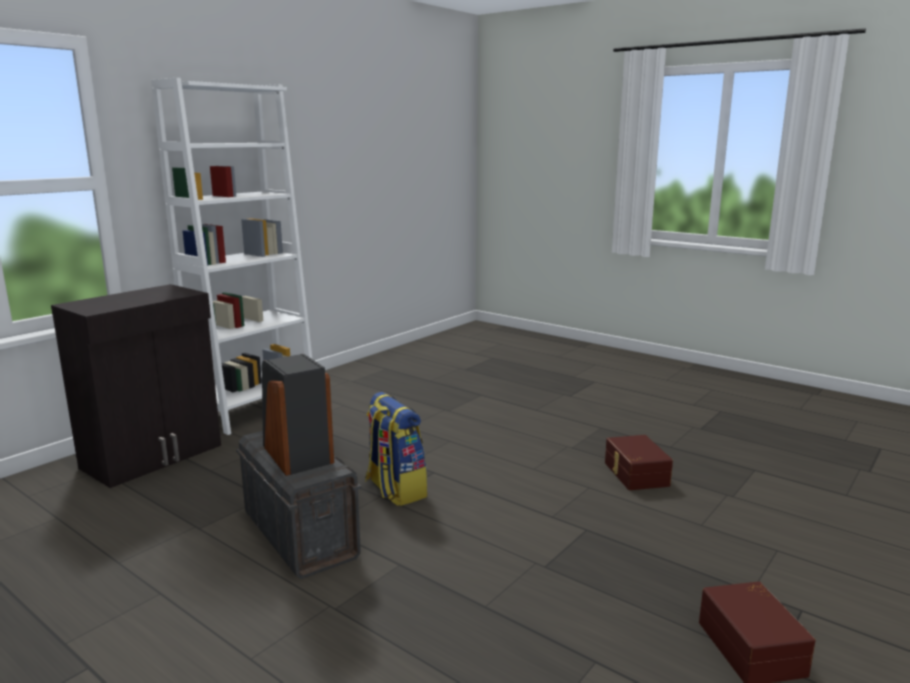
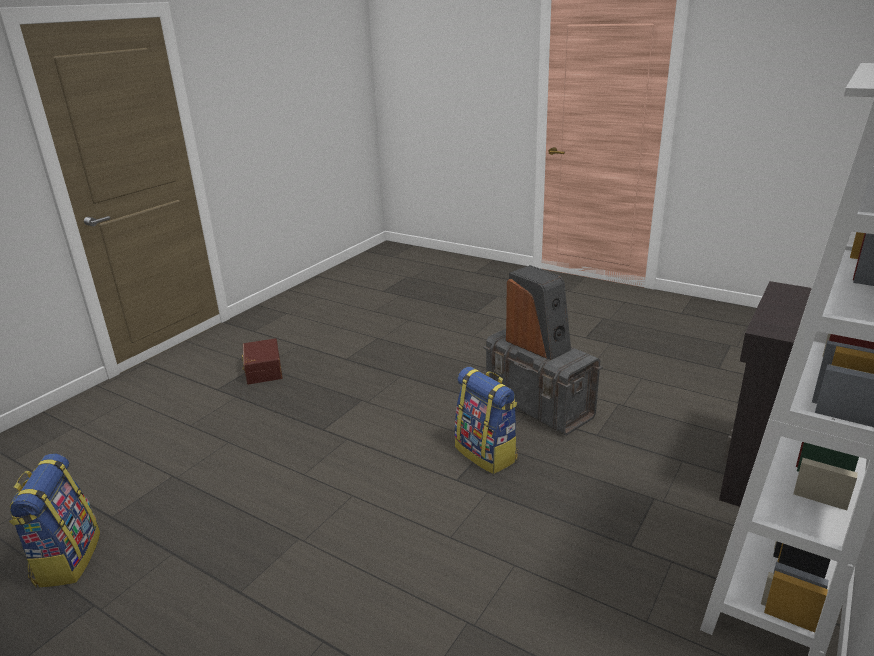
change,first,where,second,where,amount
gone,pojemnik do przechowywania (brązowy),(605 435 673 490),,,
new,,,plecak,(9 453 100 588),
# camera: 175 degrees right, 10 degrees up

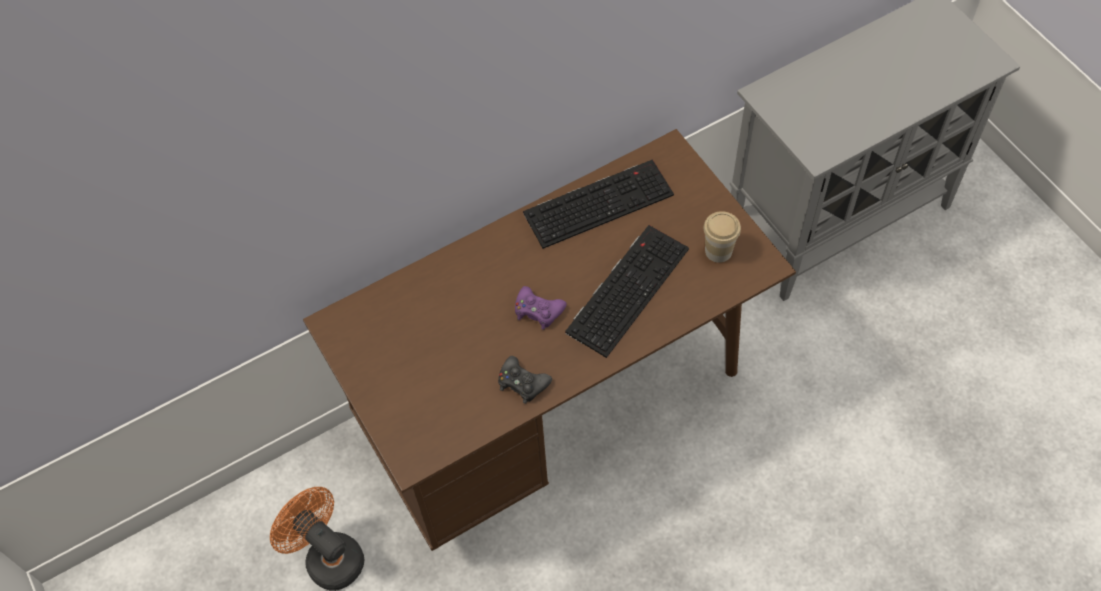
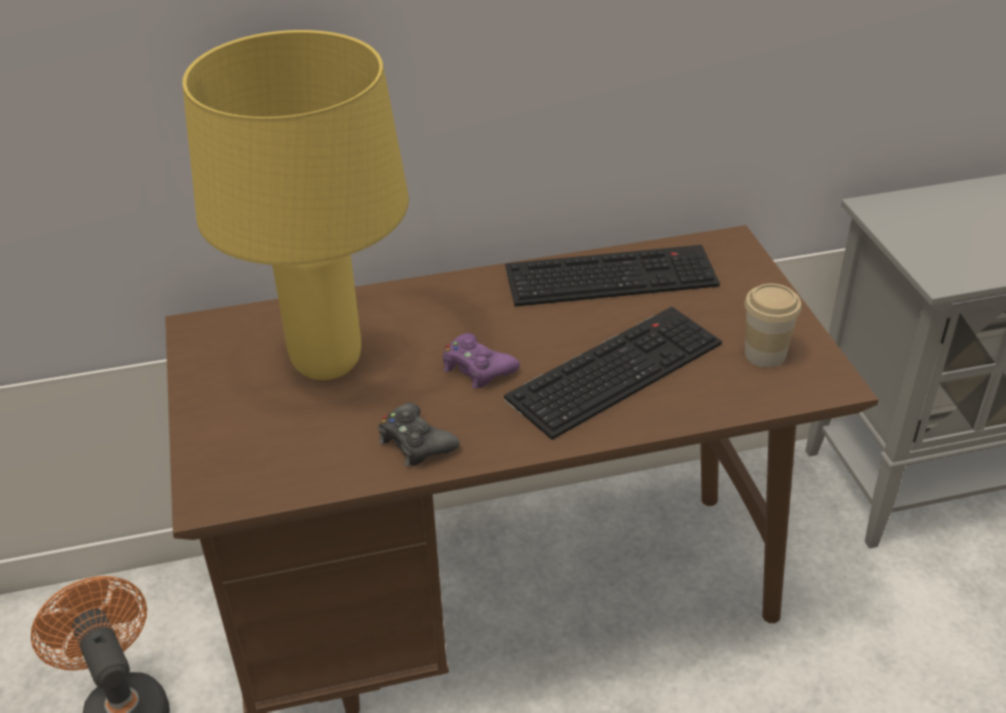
change,first,where,second,where,amount
new,,,lampa stołowa (żółty),(182 30 409 380),
# camera: 15 degrees right, 20 degrees down

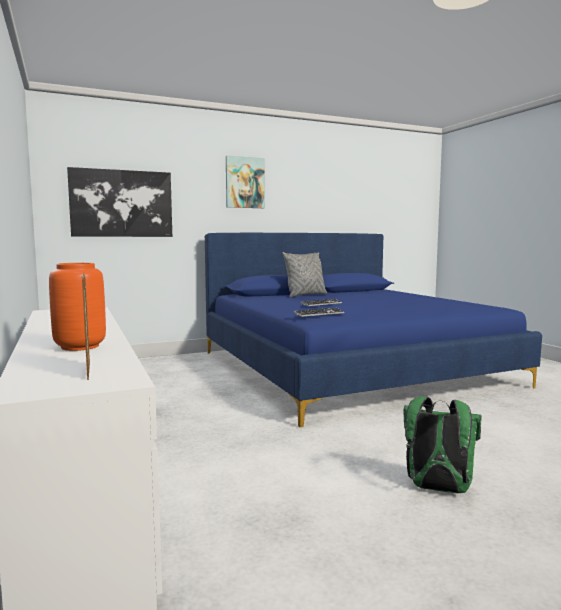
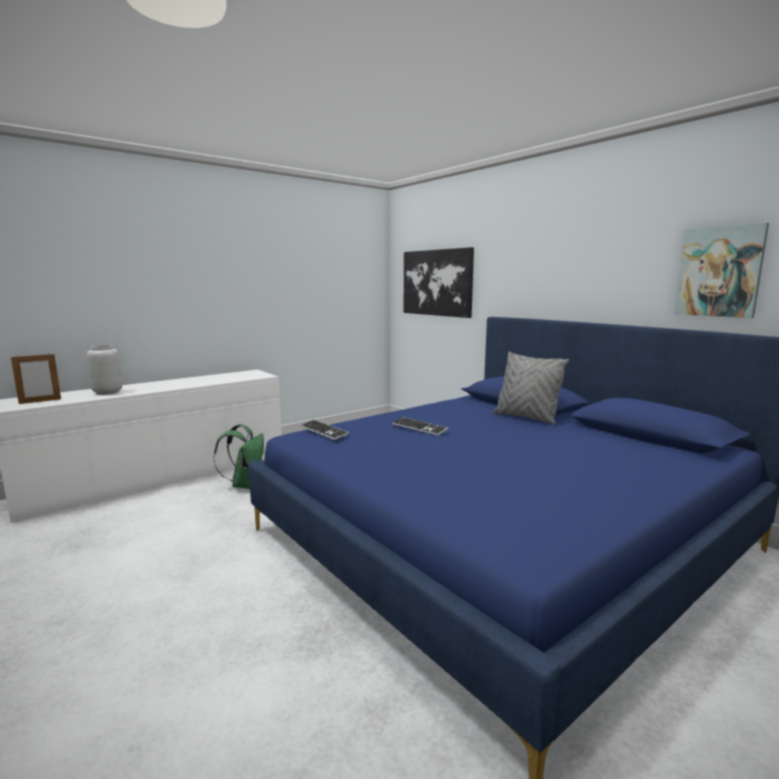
change,first,where,second,where,amount
shifted,obraz,(226 156 265 208),,(674 223 769 318),
shifted,plecak (zielony),(404 396 482 493),,(214 424 264 489),
repainted,wazon (pomarańczowy),(49 263 106 351),wazon (szary),(87 345 123 395),
# camera: 75 degrees right, 5 degrees up

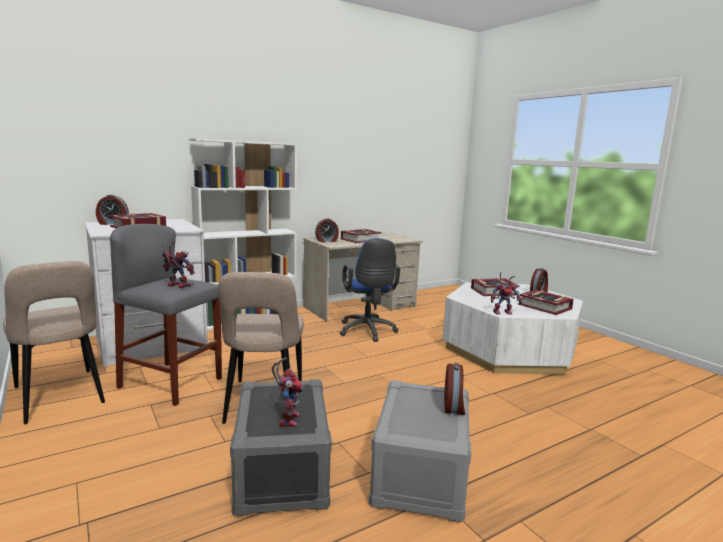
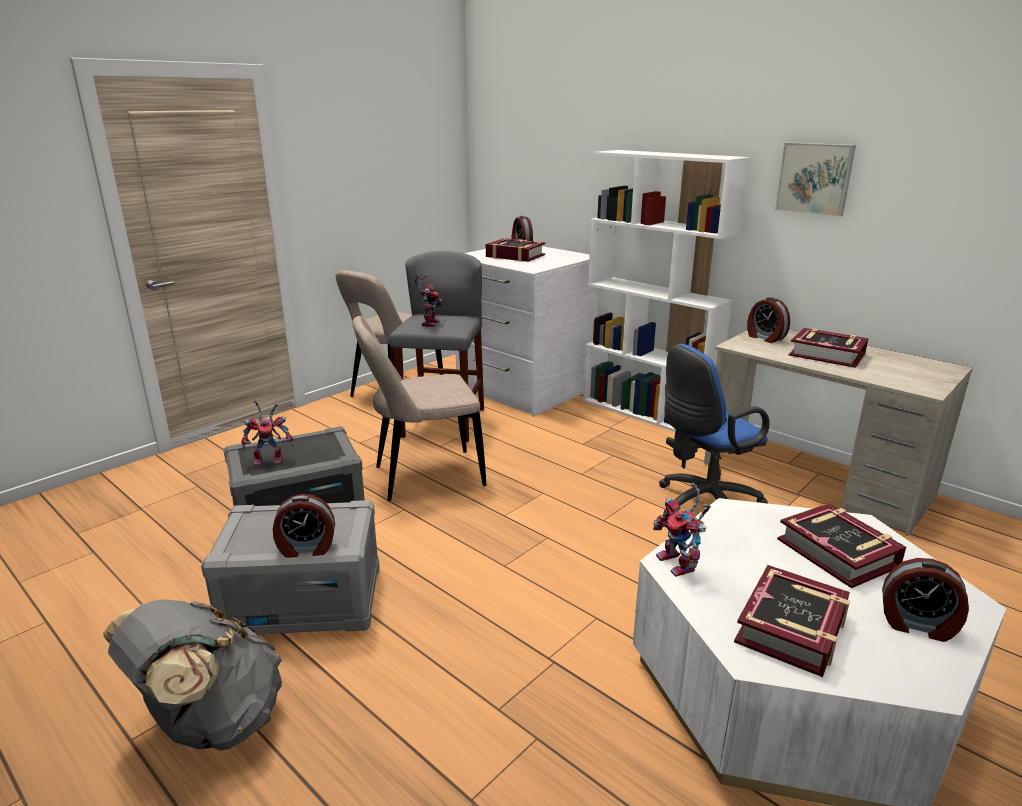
change,first,where,second,where,amount
new,,,plecak (szary),(104 599 282 751),
new,,,obraz,(775 142 856 217),
# camera: 75 degrees right, 10 degrees up

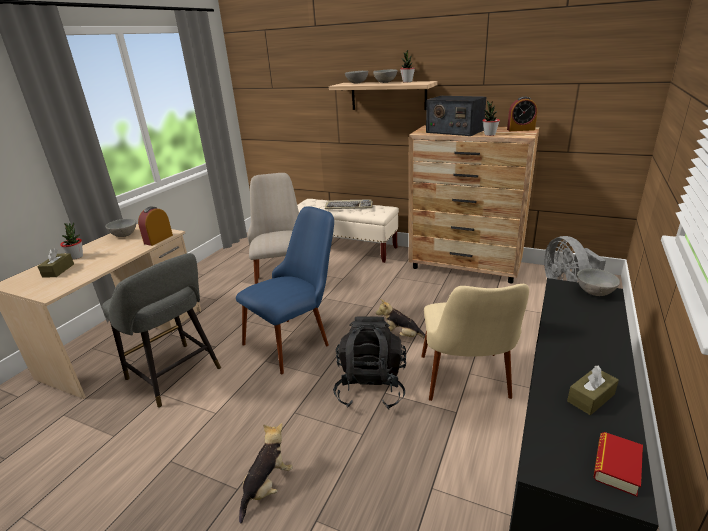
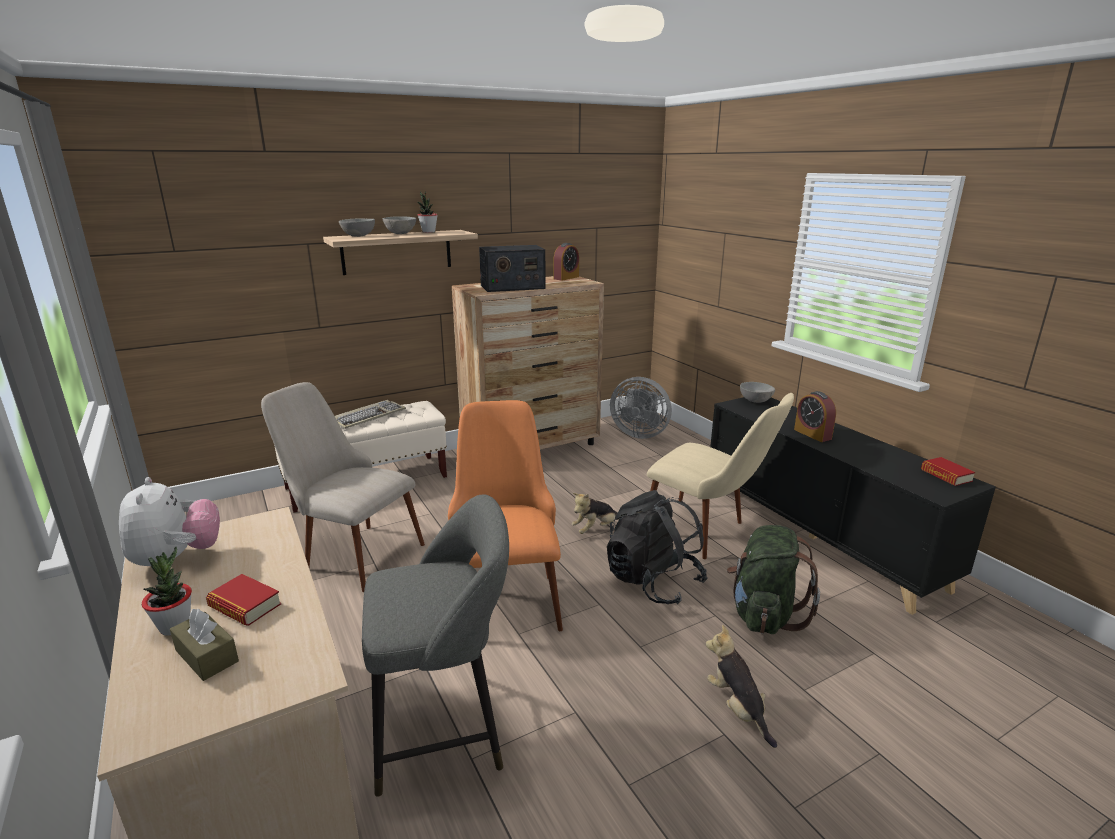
change,first,where,second,where,amount
gone,roślina doniczkowa,(482 100 500 136),,,
gone,pudełko chusteczek (brązowy),(567 366 619 415),,,
new,,,książka,(206 574 281 626),
new,,,plecak (zielony),(727 525 820 634),
shifted,budzik,(138 207 173 246),,(794 391 836 442),
swapped,miska (szary),(106 219 136 237),pluszak,(119 477 220 566),
repainted,krzesło (niebieski),(236 206 334 374),krzesło (pomarańczowy),(448 400 563 631),
# camera: 55 degrees left, 5 degrees down

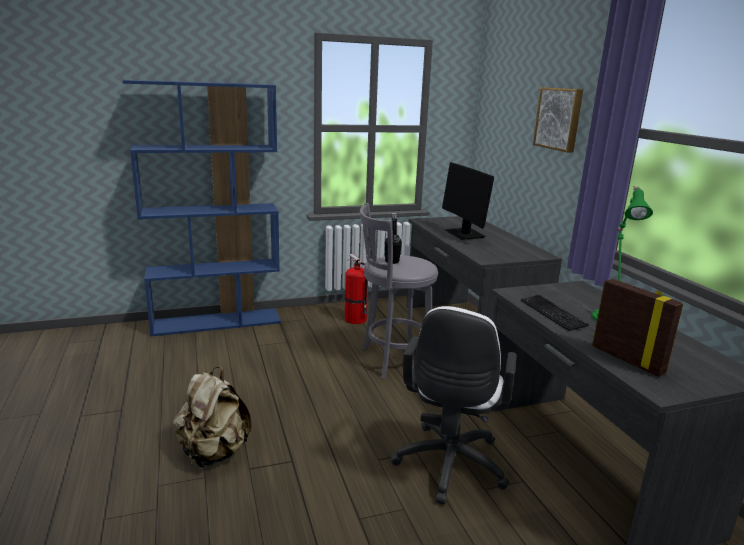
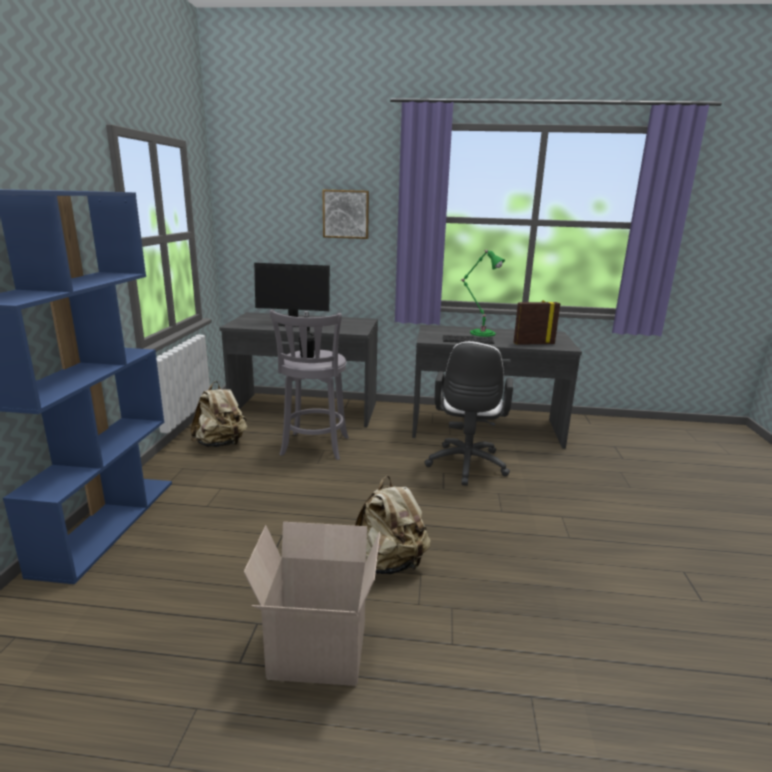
change,first,where,second,where,amount
new,,,karton,(244 522 380 686),
swapped,gaśnica,(345 254 368 324),plecak (beżowy),(190 381 247 447),
rotated,krzesło biurowe (biały),(391 306 517 505),,(425 341 513 486),60 degrees clockwise
# camera: 65 degrees left, 0 degrees up

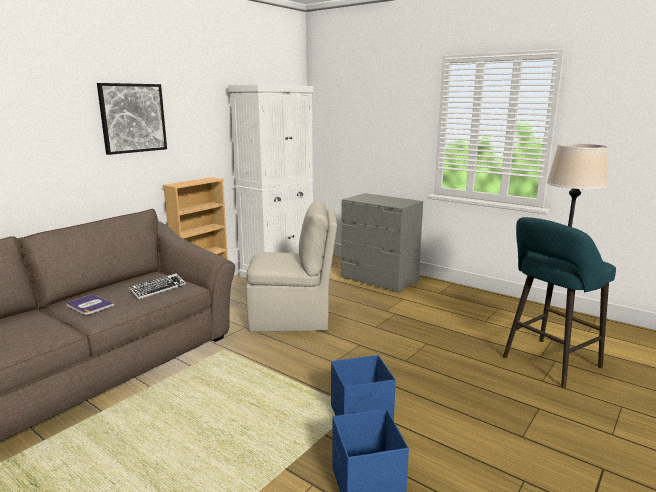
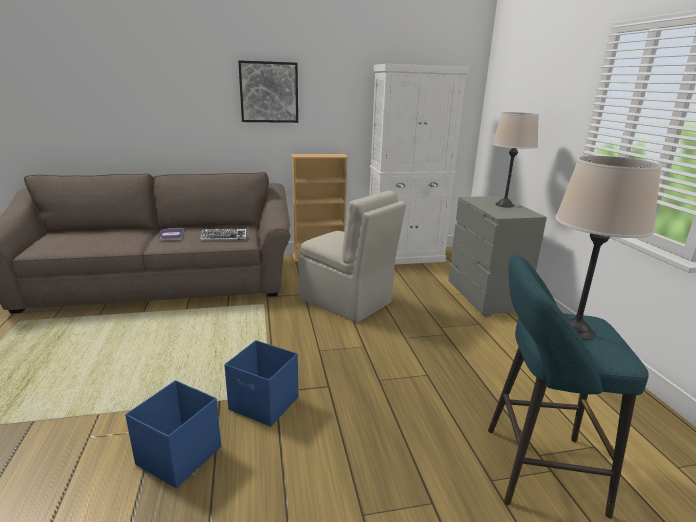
change,first,where,second,where,amount
new,,,lampa stołowa (beżowy),(492 112 539 208),
# camera: 40 degrees right, 5 degrees up

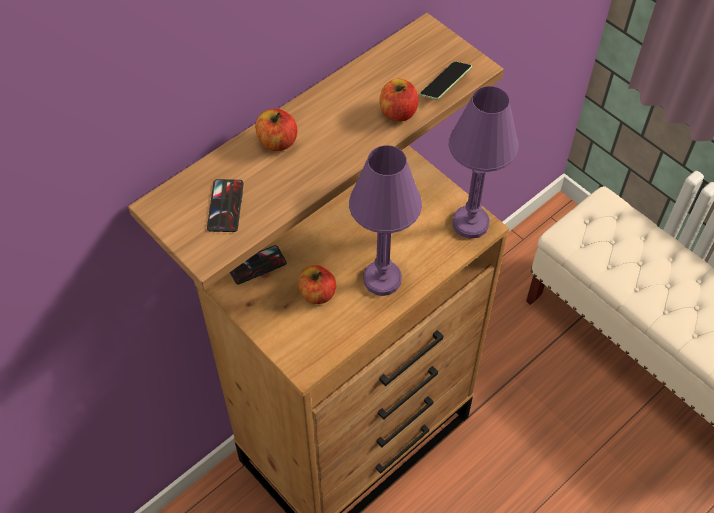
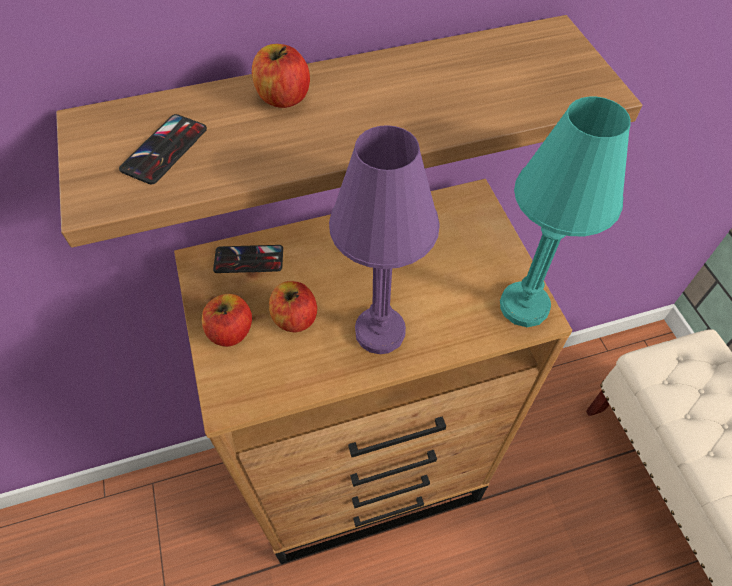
change,first,where,second,where,amount
gone,telefon,(420 61 472 100),,,
shifted,jabłko,(380 79 418 122),,(202 294 252 347),
repainted,lampa stołowa (fioletowy),(449 86 518 239),lampa stołowa (turkusowy),(500 97 631 327),
# camera: 25 degrees right, 0 degrees up

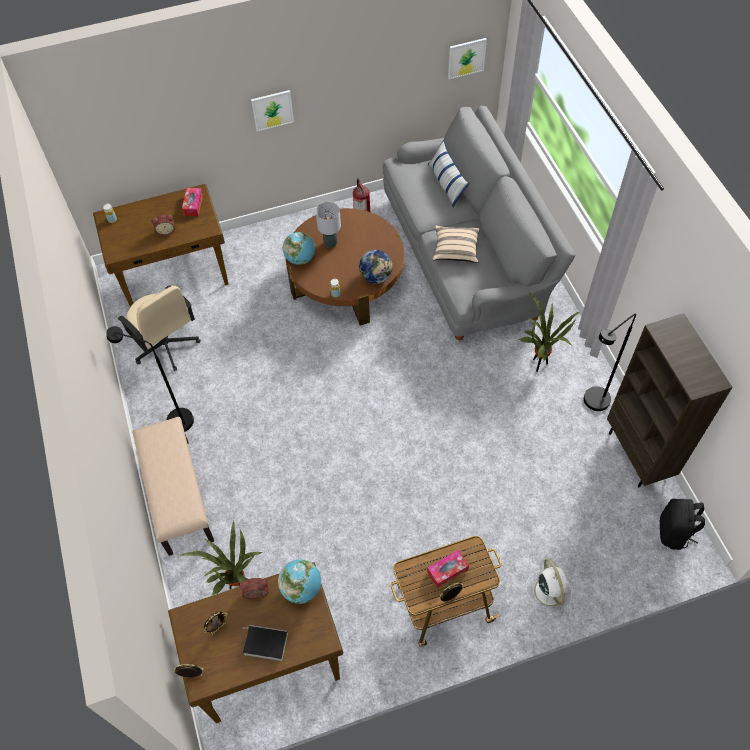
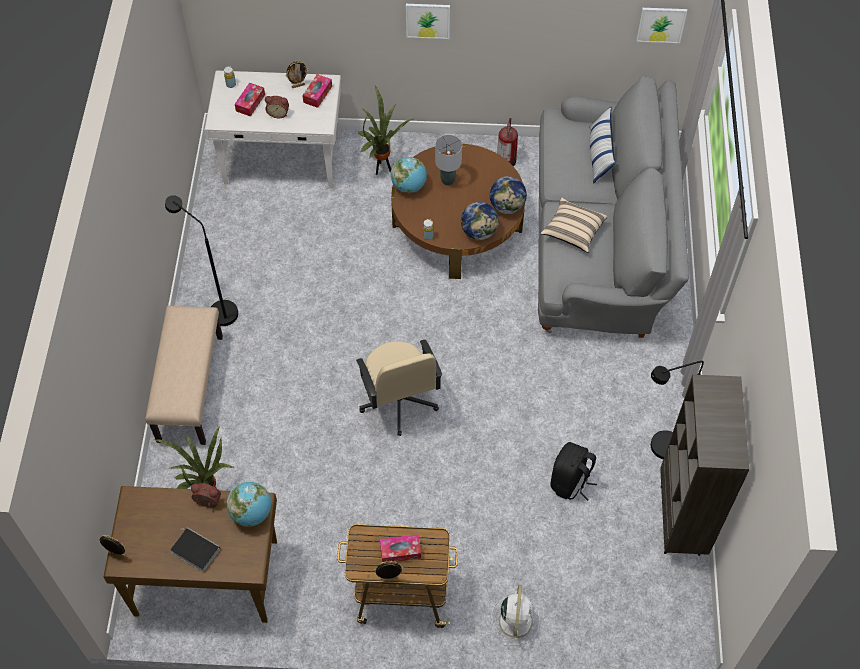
change,first,where,second,where,amount
new,,,pudełko chusteczek,(235 83 265 117),
new,,,globus,(490 176 527 214),
shifted,krzesło biurowe (beżowy),(117 285 201 371),,(356 340 442 436),
shifted,ramka na zdjęcie,(203 611 228 635),,(286 61 308 88),
shifted,roślina doniczkowa,(518 292 579 372),,(358 86 413 175),
shifted,plecak (czarny),(659 499 705 550),,(550 442 597 501),
repainted,biurko (brązowy),(93 184 228 307),biurko (biały),(204 71 342 189),
# camera: 20 degrees right, 0 degrees up

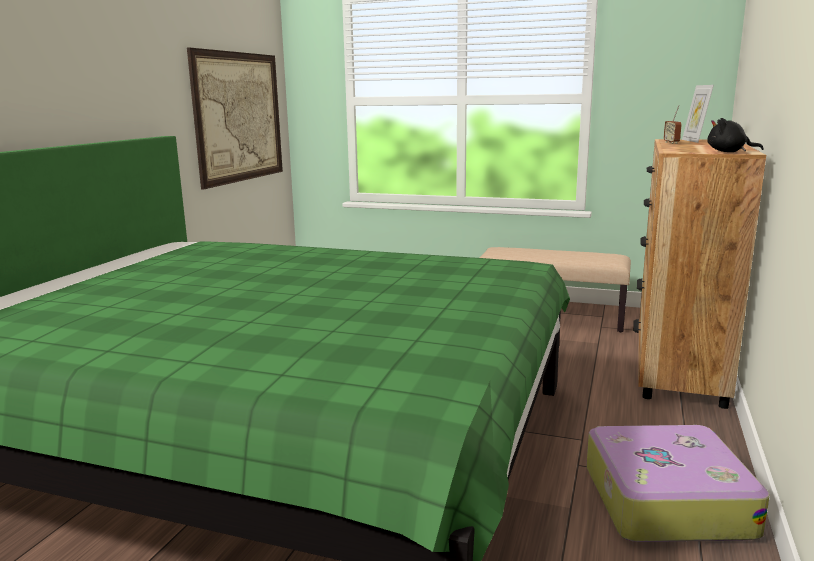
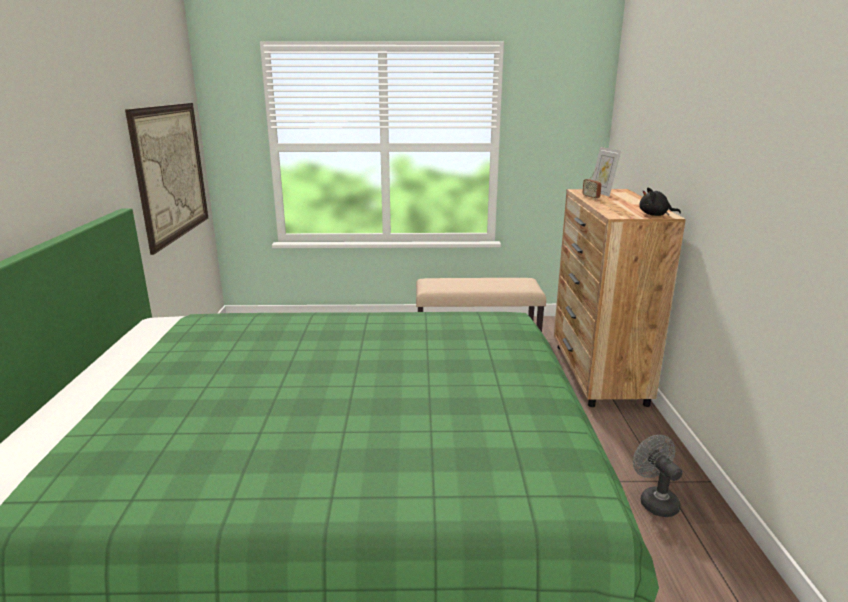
change,first,where,second,where,amount
swapped,walizka,(587 425 770 542),wentylator (szary),(633 435 683 517),
# camera: 20 degrees left, 5 degrees up

